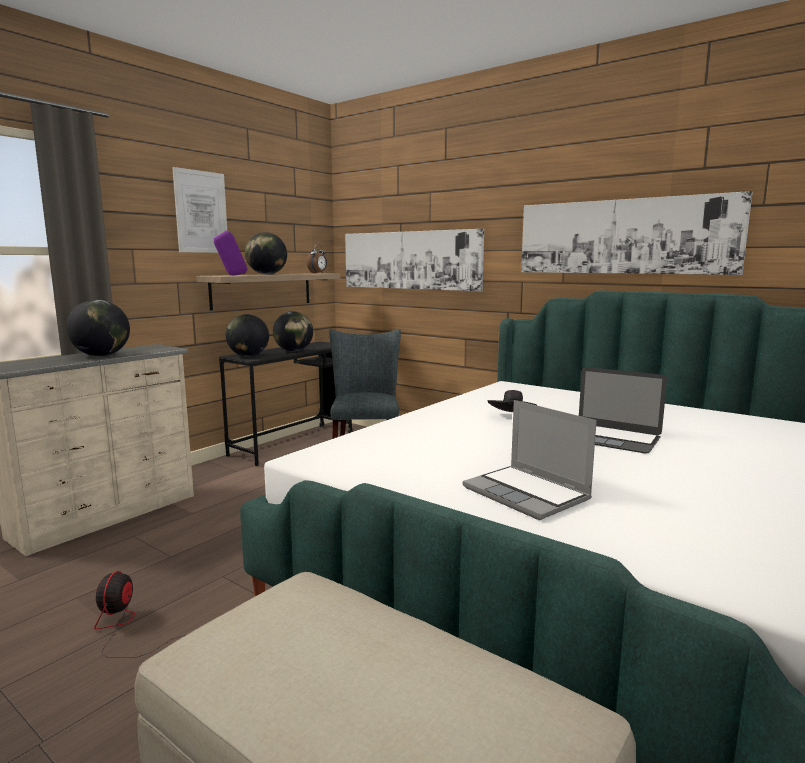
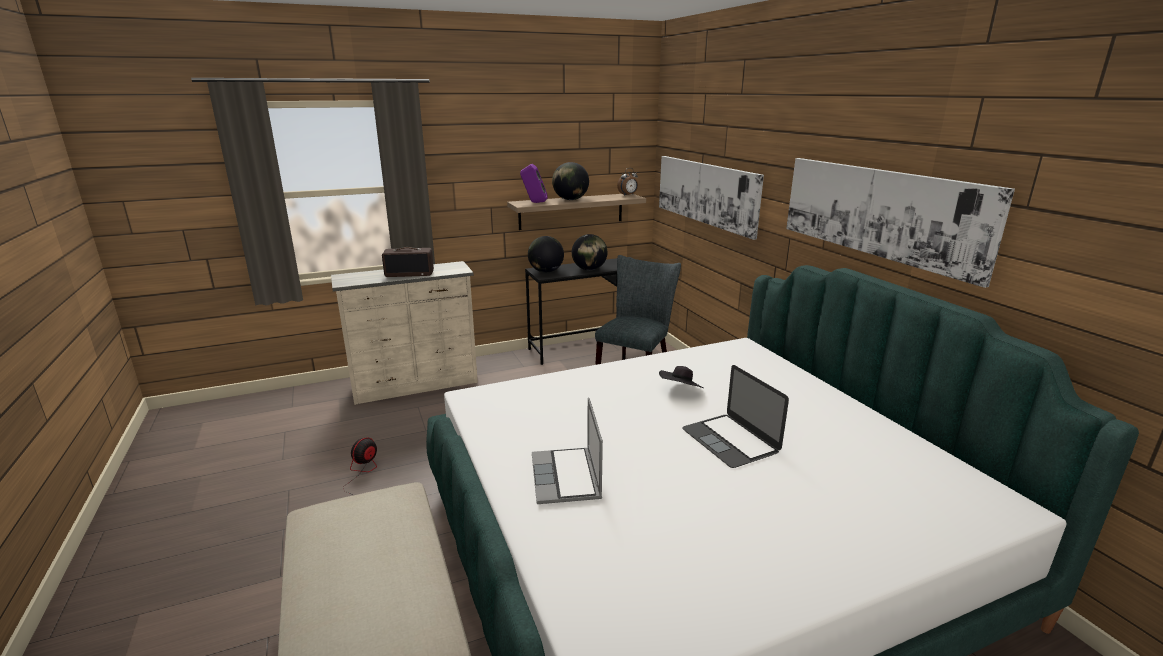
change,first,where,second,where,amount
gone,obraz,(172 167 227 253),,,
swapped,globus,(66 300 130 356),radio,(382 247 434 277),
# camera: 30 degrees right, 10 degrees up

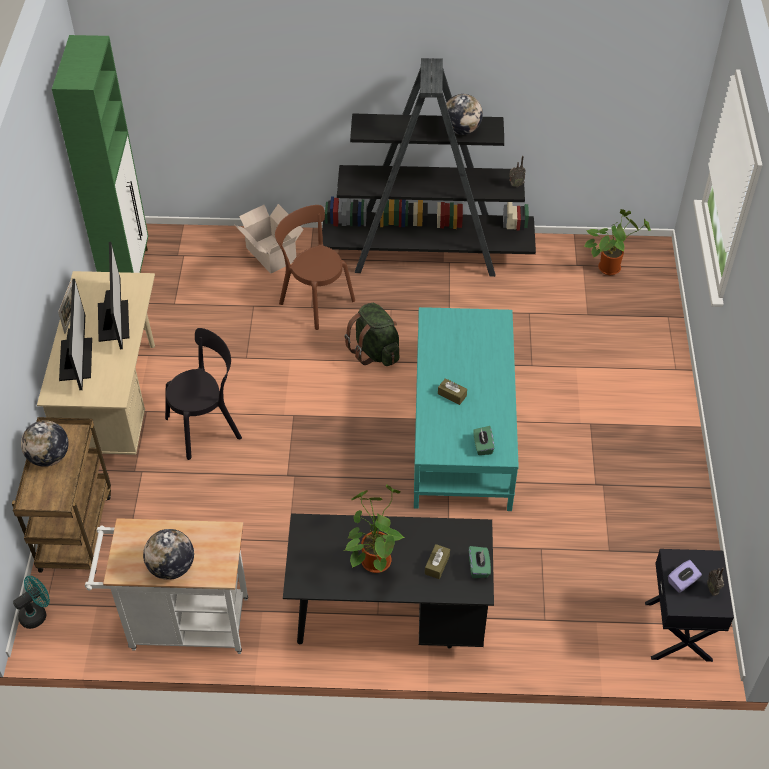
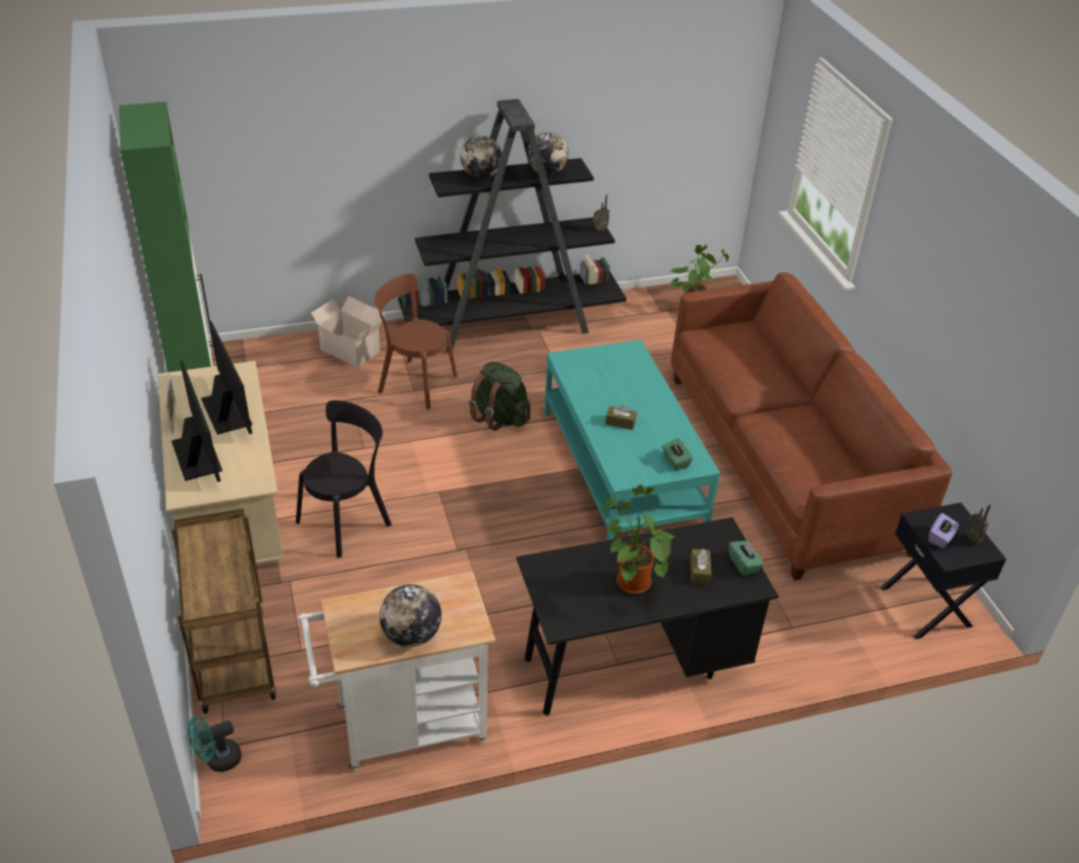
change,first,where,second,where,amount
new,,,kanapa (brązowy),(671 272 952 580),
shifted,globus,(21 420 69 467),,(461 136 502 179),
rotated,wentylator (turkusowy),(13 576 50 629),,(188 716 241 772),150 degrees counterclockwise
# camera: 20 degrees left, 10 degrees down

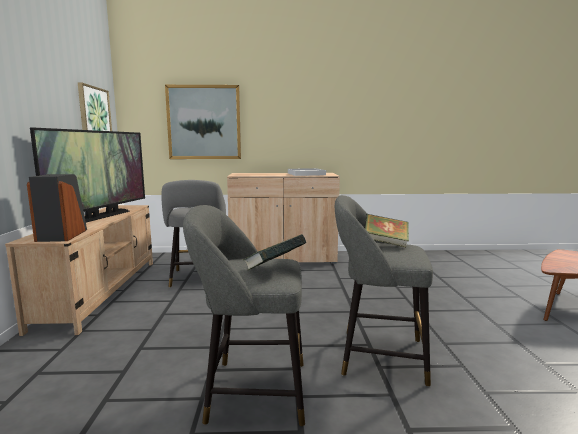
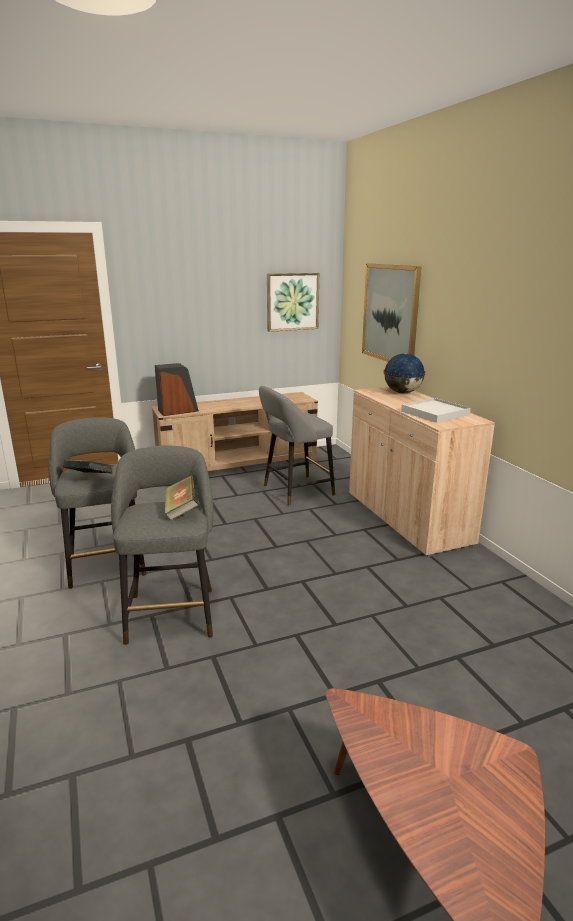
change,first,where,second,where,amount
gone,telewizor,(30 127 145 223),,,
new,,,globus,(383 353 426 393),
# camera: 70 degrees right, 10 degrees up

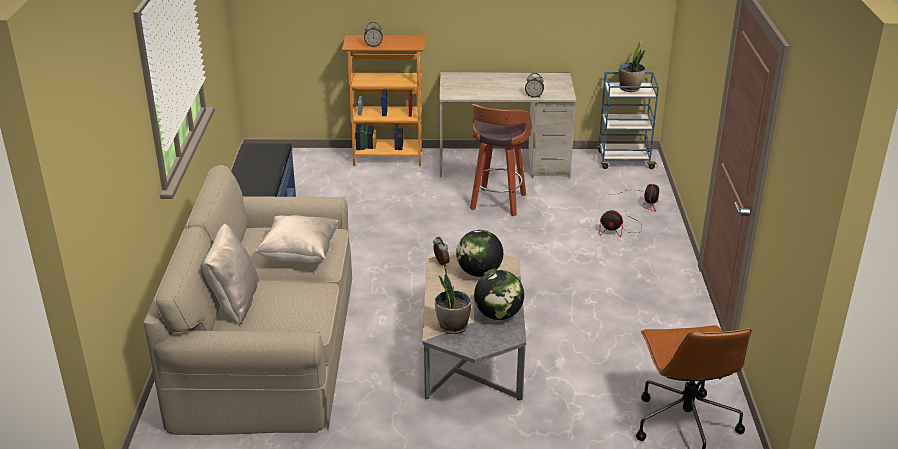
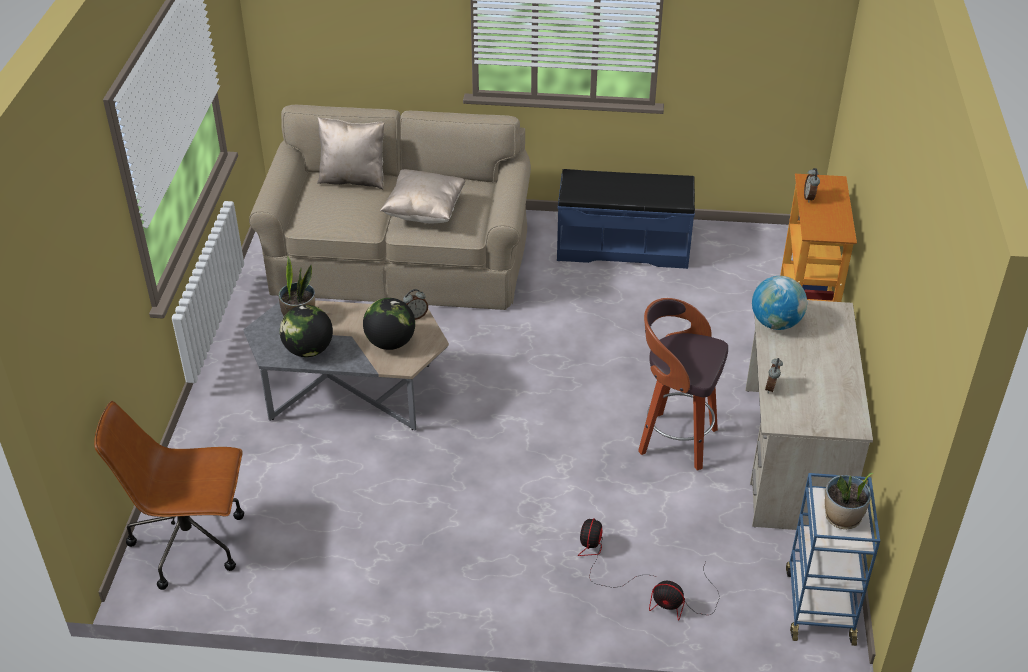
change,first,where,second,where,amount
new,,,globus,(752 276 807 330),
# camera: 95 degrees right, 10 degrees up

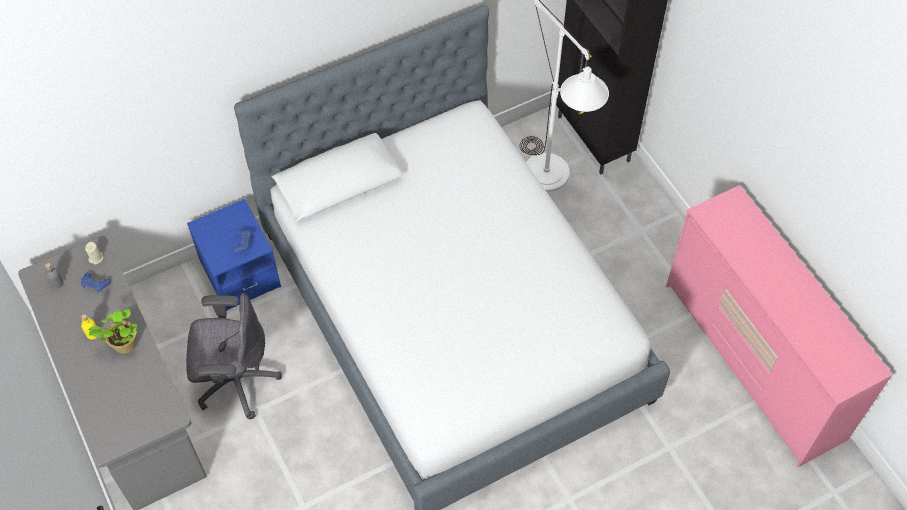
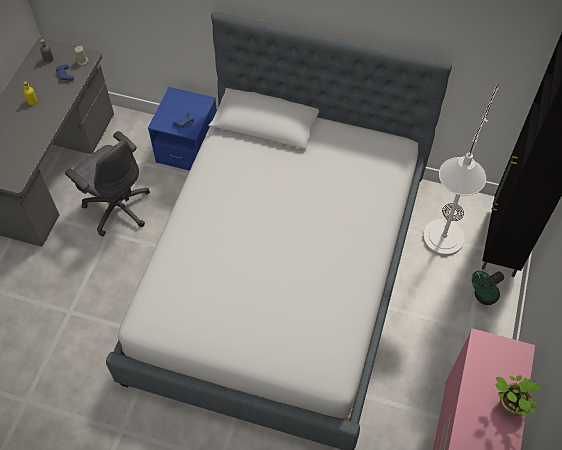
change,first,where,second,where,amount
new,,,wentylator (zielony),(472 271 504 305),
shifted,roślina doniczkowa,(88 308 137 354),,(495 375 540 417),
# camera: 45 degrees right, 0 degrees up

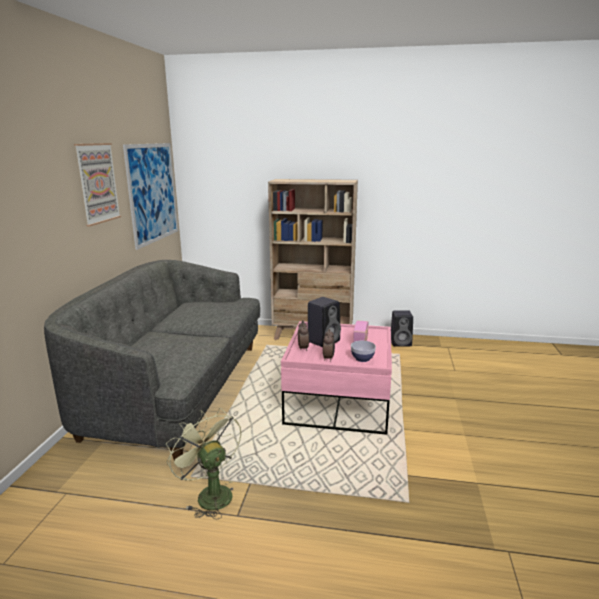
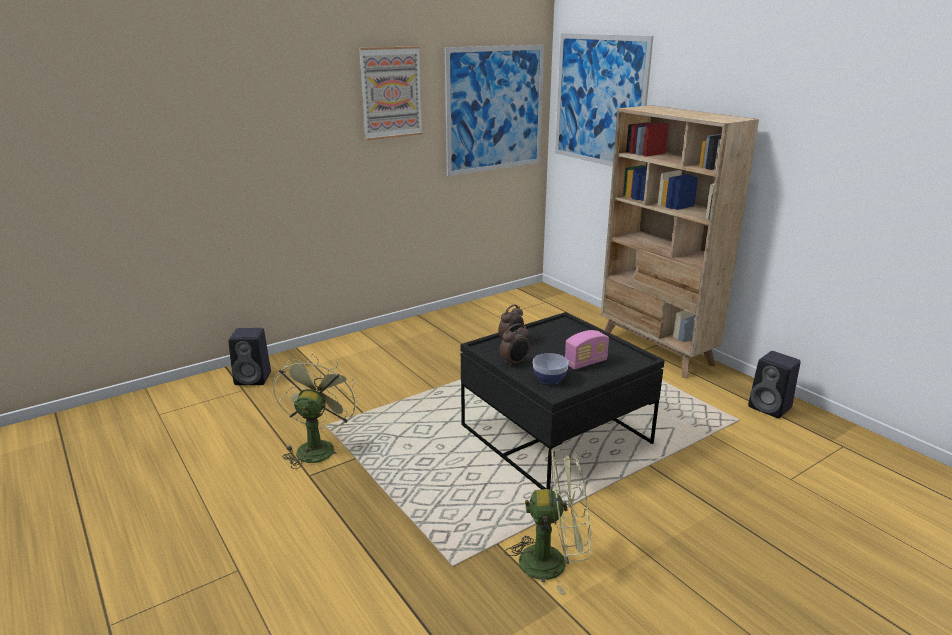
change,first,where,second,where,amount
gone,kanapa (szary),(44 260 260 461),,,
new,,,wentylator (zielony),(505 448 591 595),
new,,,obraz,(555 33 653 167),
shifted,głośnik (czarny),(308 297 341 347),,(228 328 271 385),
repainted,ława (różowy),(281 321 392 435),ława (czarny),(460 312 665 489),
# camera: 45 degrees right, 5 degrees up

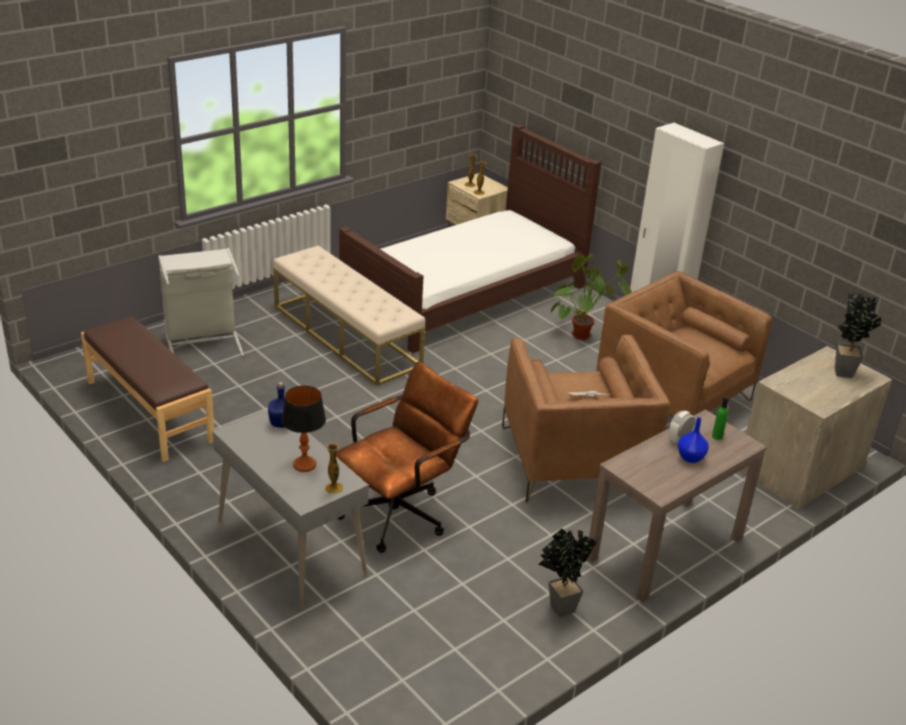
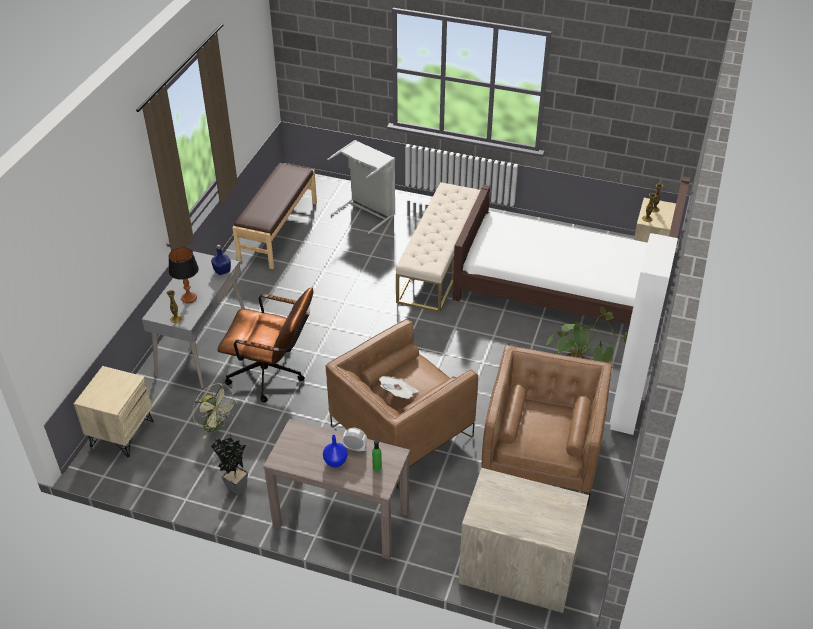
change,first,where,second,where,amount
gone,roślina doniczkowa,(835 294 881 378),,,
new,,,szafka nocna (beżowy),(74 366 153 457),
new,,,wentylator (zielony),(192 383 235 439),
# camera: 60 degrees right, 10 degrees up

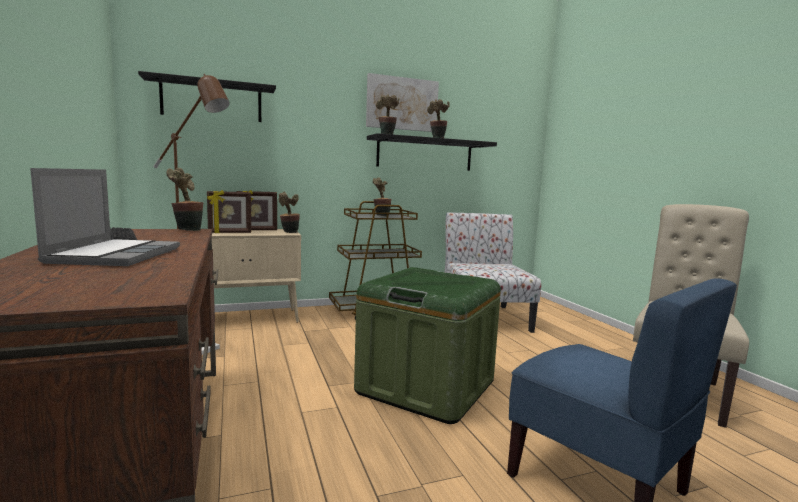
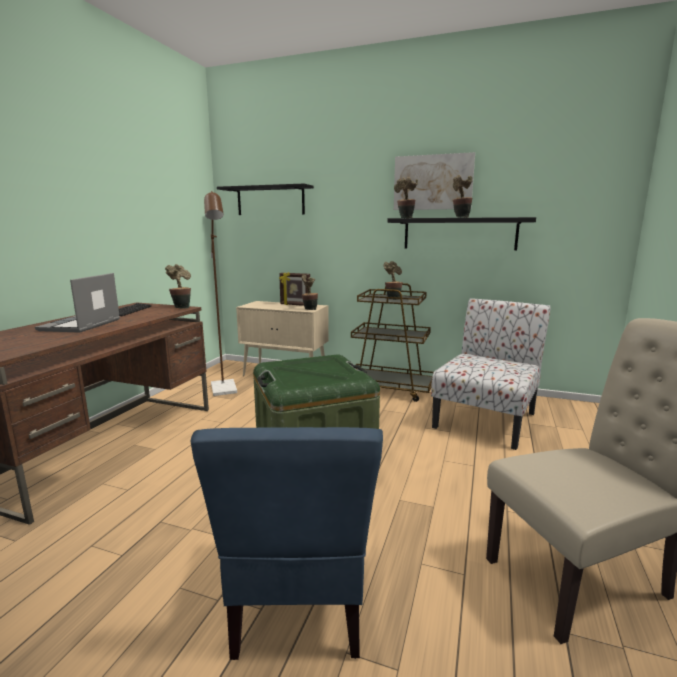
change,first,where,second,where,amount
gone,ramka na zdjęcie,(207 190 251 233),,,
rotated,laptop,(30 168 180 266),,(35 273 120 333),150 degrees clockwise
# camera: 40 degrees right, 5 degrees up

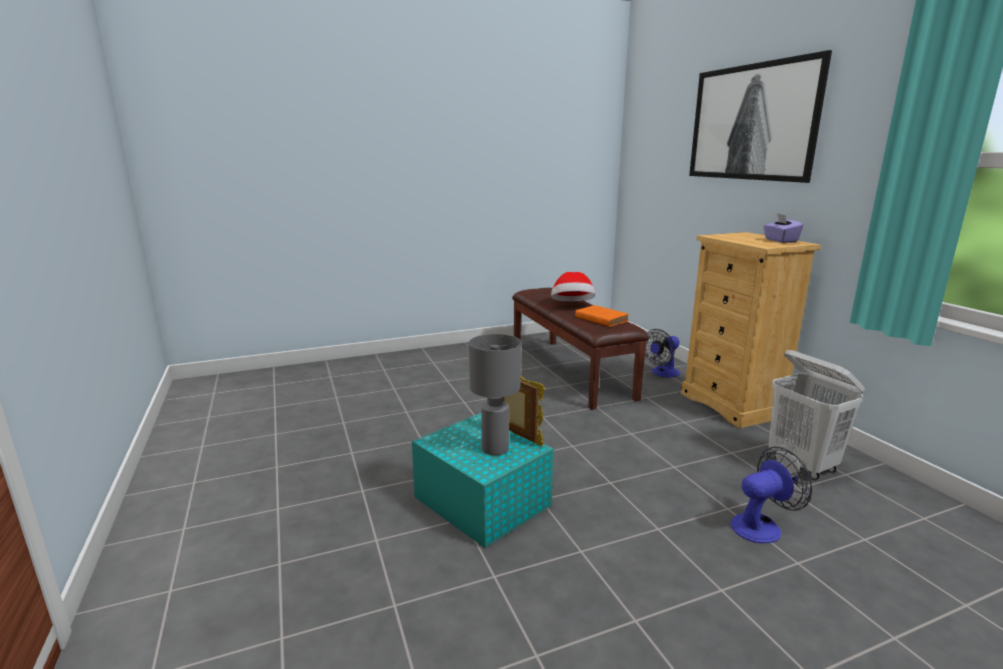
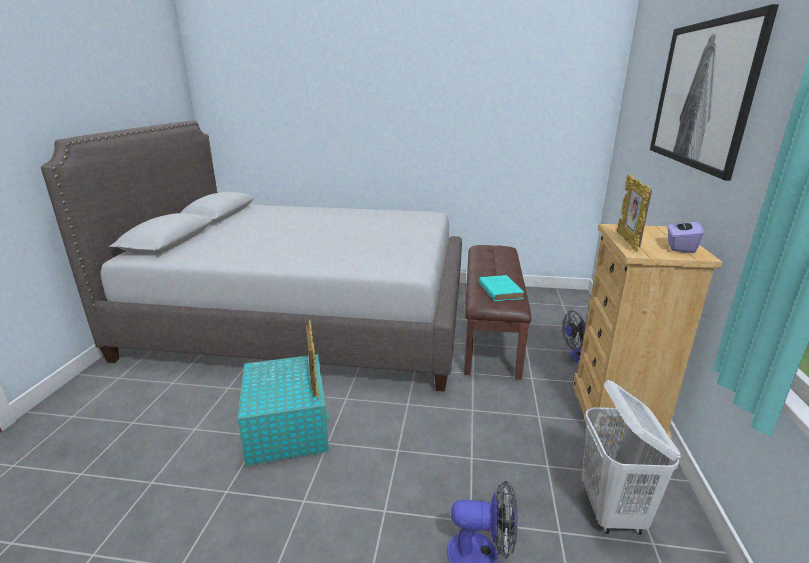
change,first,where,second,where,amount
gone,lampa stołowa (szary),(469 334 521 455),,,
gone,kapelusz,(551 272 595 301),,,
new,,,łóżko (szary),(41 120 462 392),
new,,,ramka na zdjęcie,(617 174 652 252),
repainted,książka (pomarańczowy),(575 305 629 327),książka (turkusowy),(479 275 524 301),
# camera: 30 degrees right, 5 degrees up

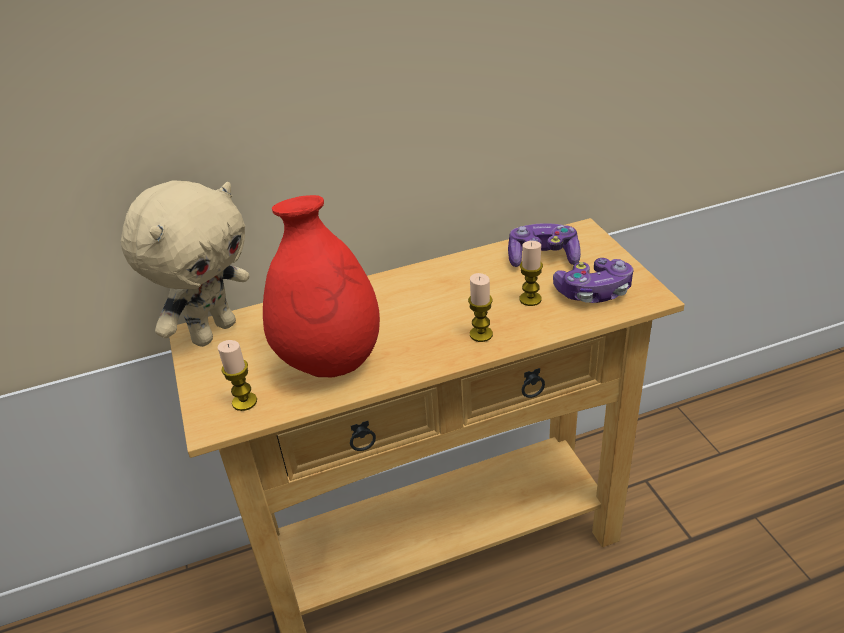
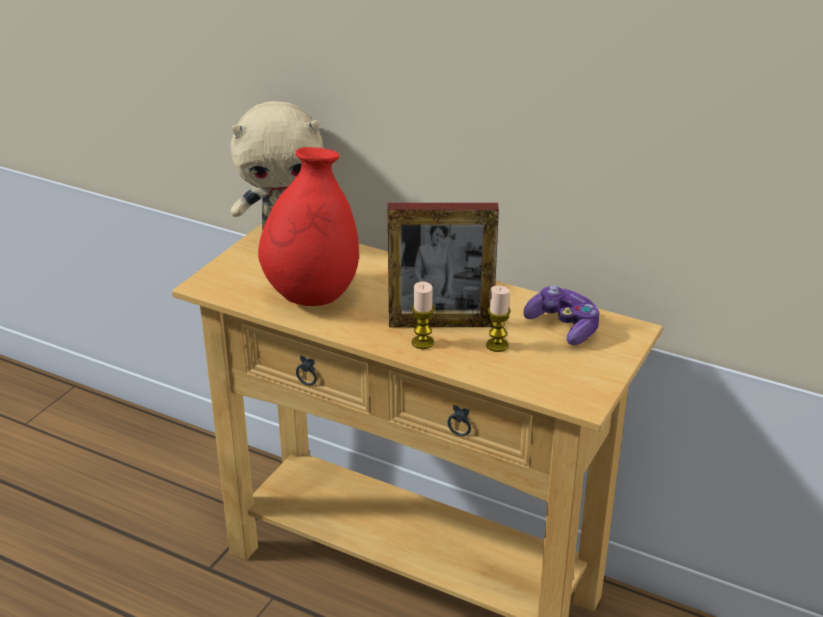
change,first,where,second,where,amount
gone,świeca,(218 340 257 411),,,
gone,pad do gier,(553 258 633 303),,,
new,,,ramka na zdjęcie,(388 203 499 327),
# camera: 45 degrees right, 5 degrees down

